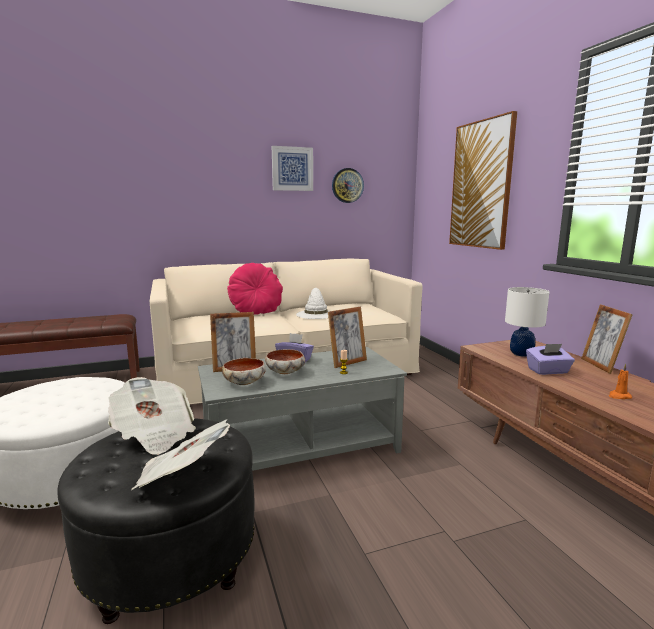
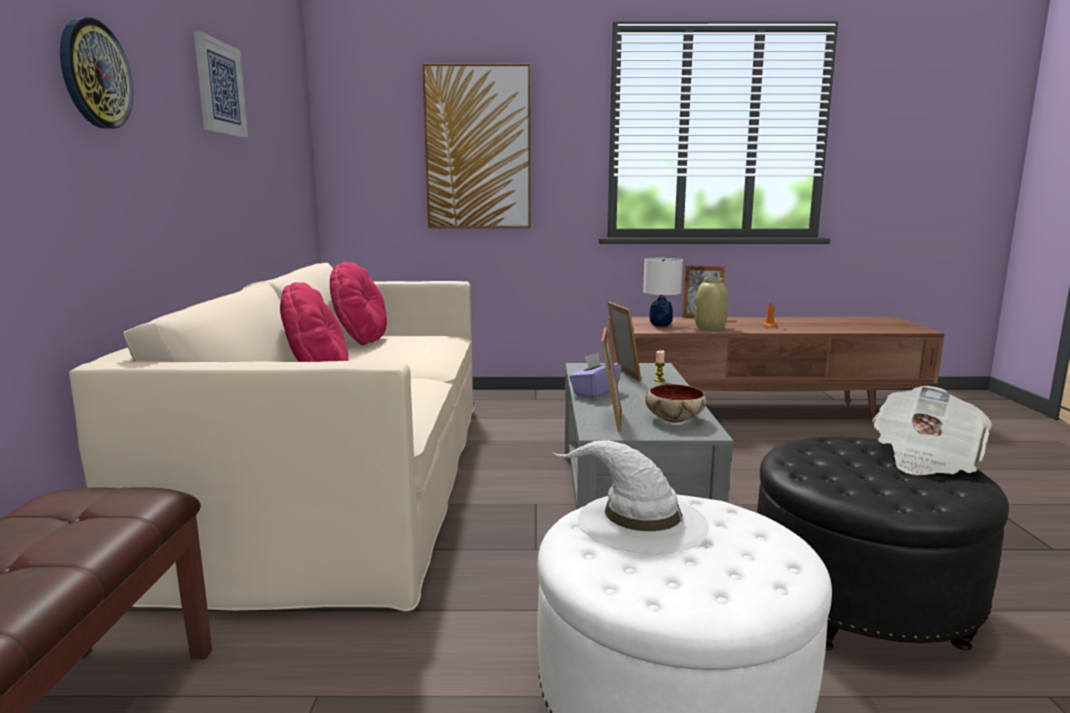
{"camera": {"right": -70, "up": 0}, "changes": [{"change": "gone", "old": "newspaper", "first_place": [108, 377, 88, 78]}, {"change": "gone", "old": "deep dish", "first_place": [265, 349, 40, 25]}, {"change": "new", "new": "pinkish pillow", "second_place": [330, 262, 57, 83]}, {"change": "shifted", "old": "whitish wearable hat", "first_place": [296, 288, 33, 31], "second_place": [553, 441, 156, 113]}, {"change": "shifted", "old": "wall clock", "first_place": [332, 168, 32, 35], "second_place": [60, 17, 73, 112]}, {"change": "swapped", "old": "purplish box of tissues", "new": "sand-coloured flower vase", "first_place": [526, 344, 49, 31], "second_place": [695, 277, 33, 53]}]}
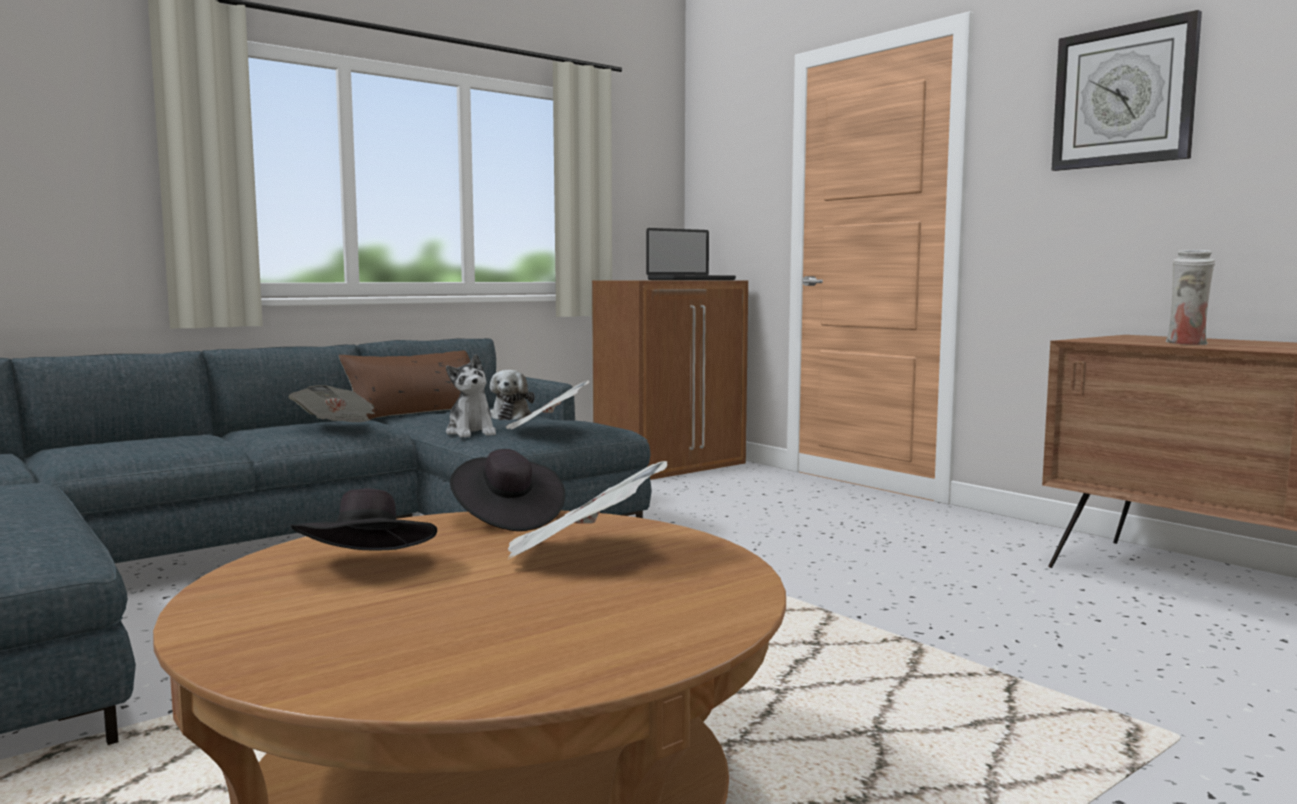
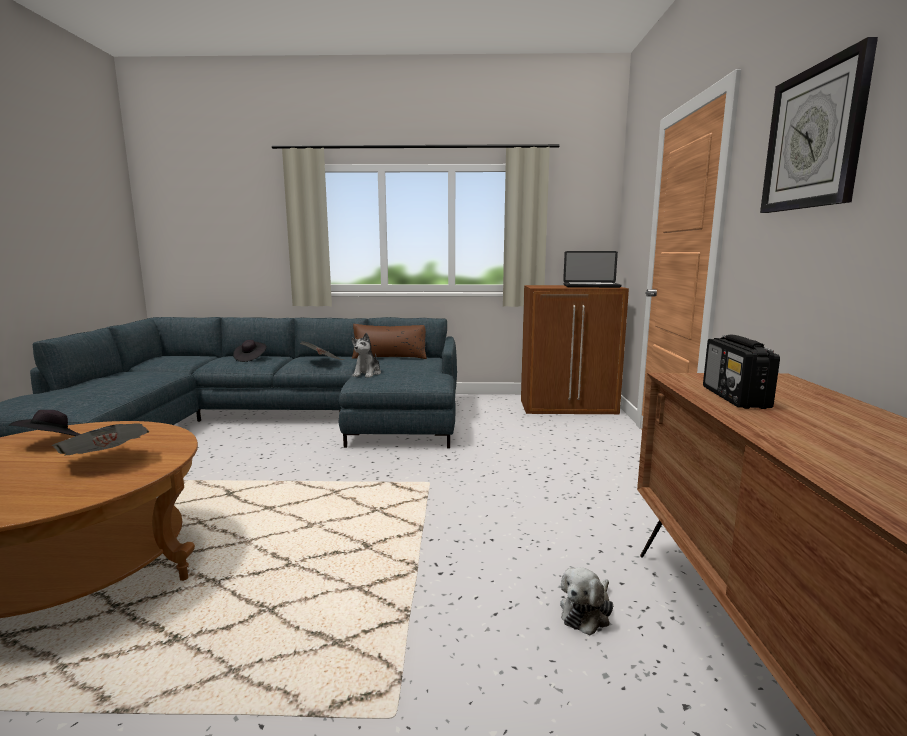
{"camera": {"right": 40, "up": 5}, "changes": [{"change": "gone", "old": "newspaper", "first_place": [506, 380, 84, 50]}, {"change": "shifted", "old": "black-coloured wearable hat", "first_place": [450, 449, 115, 82], "second_place": [233, 340, 34, 22]}, {"change": "shifted", "old": "soft toy", "first_place": [490, 370, 45, 50], "second_place": [560, 567, 53, 68]}, {"change": "swapped", "old": "whitish flower vase", "new": "radio", "first_place": [1166, 250, 49, 95], "second_place": [703, 335, 77, 74]}]}
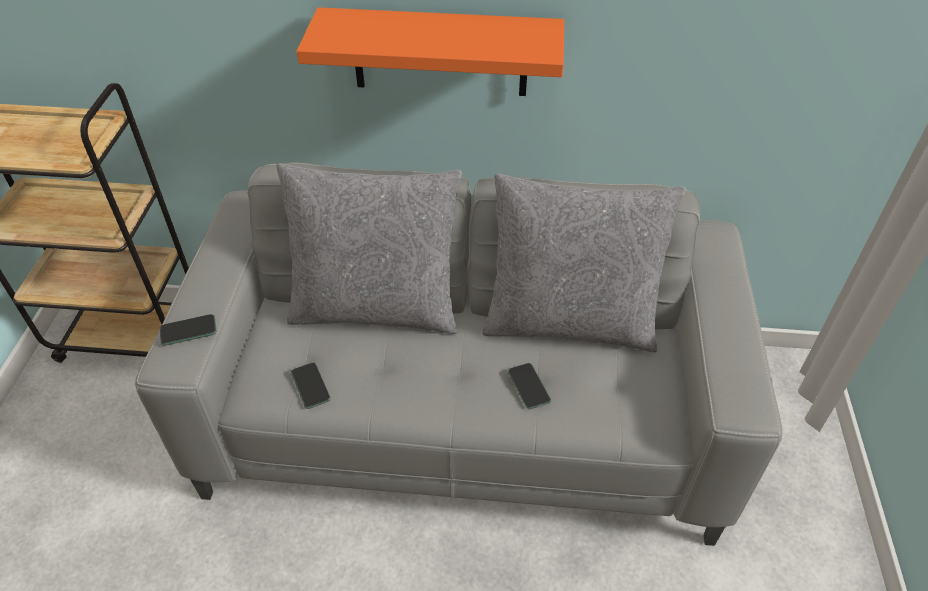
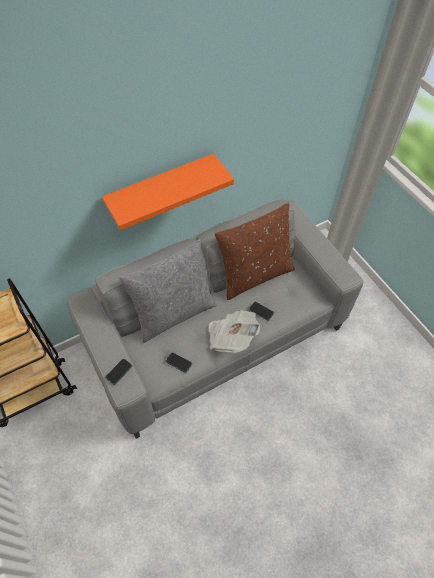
{"camera": {"right": -35, "up": 10}, "changes": [{"change": "new", "new": "newspaper", "second_place": [209, 310, 51, 43]}, {"change": "repainted", "old": "grey pillow", "new": "brown-coloured pillow", "first_place": [482, 174, 204, 178], "second_place": [215, 203, 80, 97]}]}
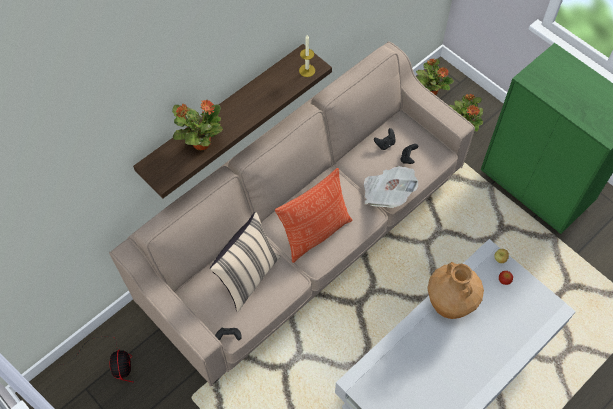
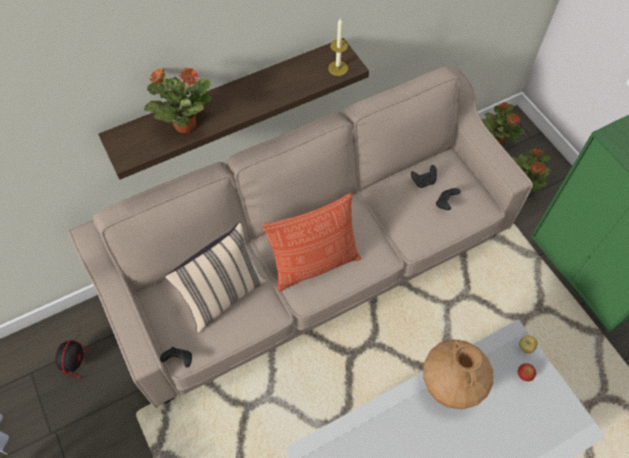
{"camera": {"right": 15, "up": 0}, "changes": [{"change": "gone", "old": "newspaper", "first_place": [364, 166, 55, 42]}]}
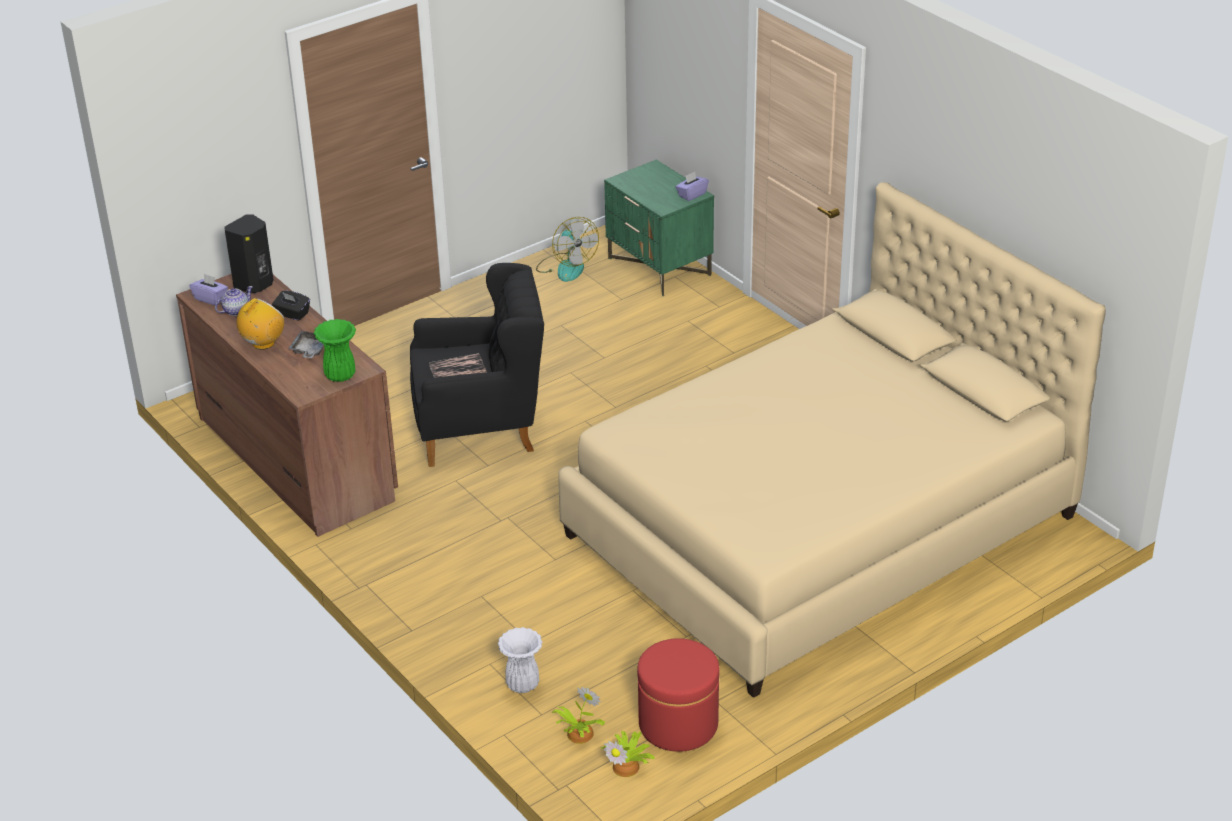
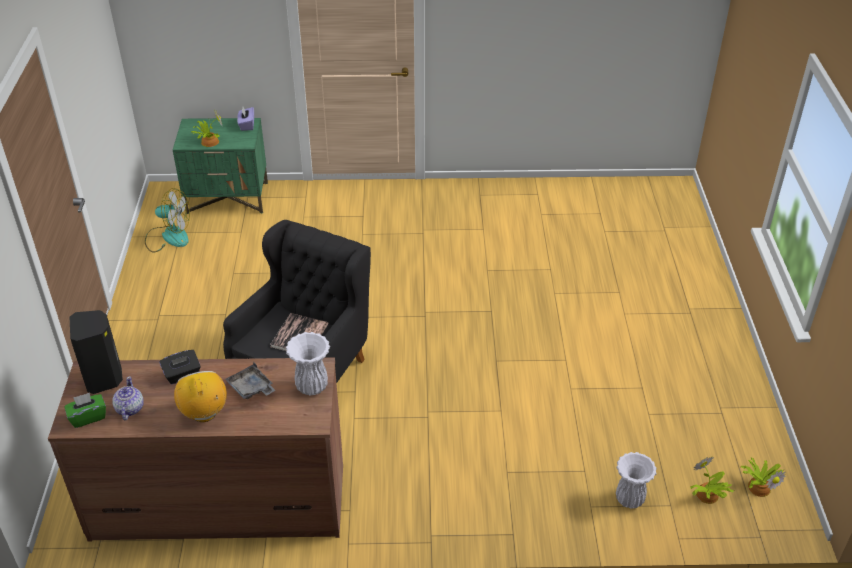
{"camera": {"right": -55, "up": 5}, "changes": [{"change": "gone", "old": "sand-coloured bedroom bed", "first_place": [559, 182, 547, 516]}, {"change": "gone", "old": "reddish footrest", "first_place": [637, 638, 83, 114]}, {"change": "new", "new": "plant in a pot", "second_place": [191, 111, 32, 36]}, {"change": "repainted", "old": "purplish box of tissues", "new": "green box of tissues", "first_place": [190, 274, 38, 31], "second_place": [64, 393, 42, 35]}, {"change": "repainted", "old": "green flower vase", "new": "whitish flower vase", "first_place": [314, 319, 42, 63], "second_place": [286, 332, 44, 63]}]}
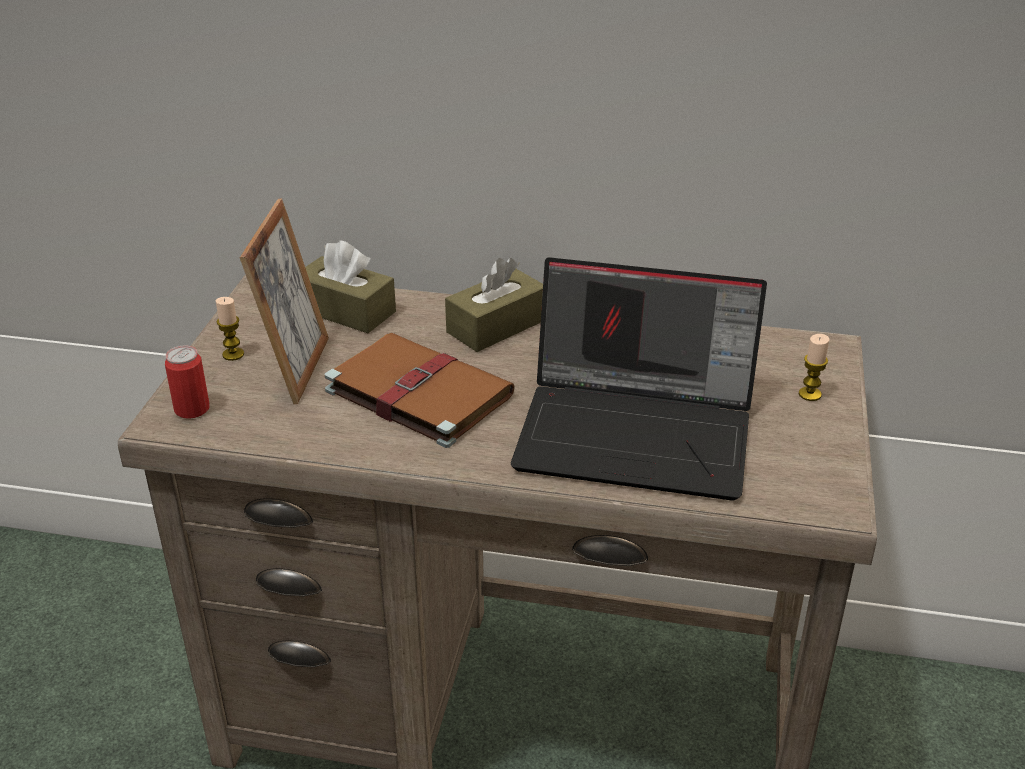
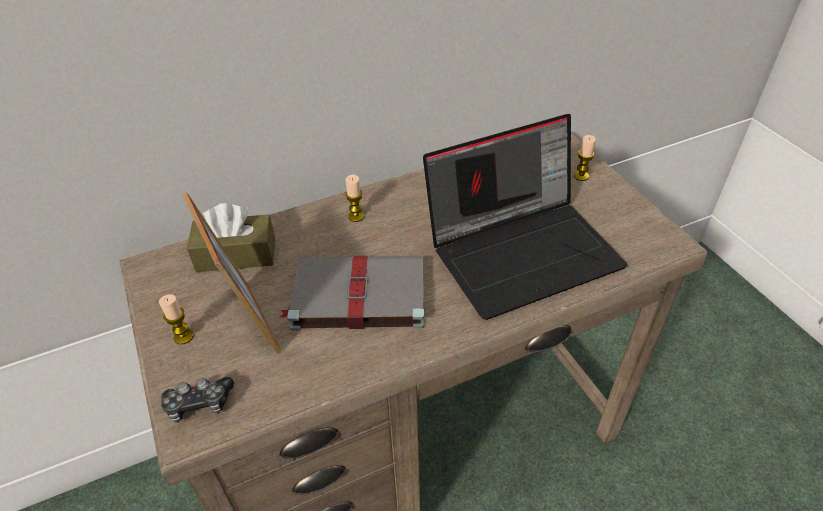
{"camera": {"right": -35, "up": 10}, "changes": [{"change": "swapped", "old": "can", "new": "joypad", "first_place": [165, 346, 45, 73], "second_place": [161, 377, 73, 46]}, {"change": "swapped", "old": "brown-coloured box of tissues", "new": "wax candle", "first_place": [445, 258, 98, 94], "second_place": [345, 175, 19, 47]}, {"change": "repainted", "old": "brown-coloured bound book", "new": "grey bound book", "first_place": [325, 333, 190, 115], "second_place": [280, 256, 144, 74]}]}
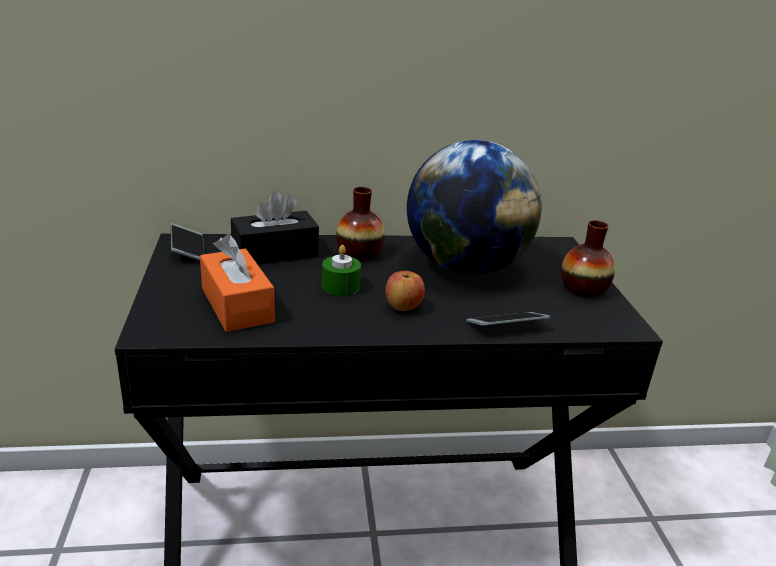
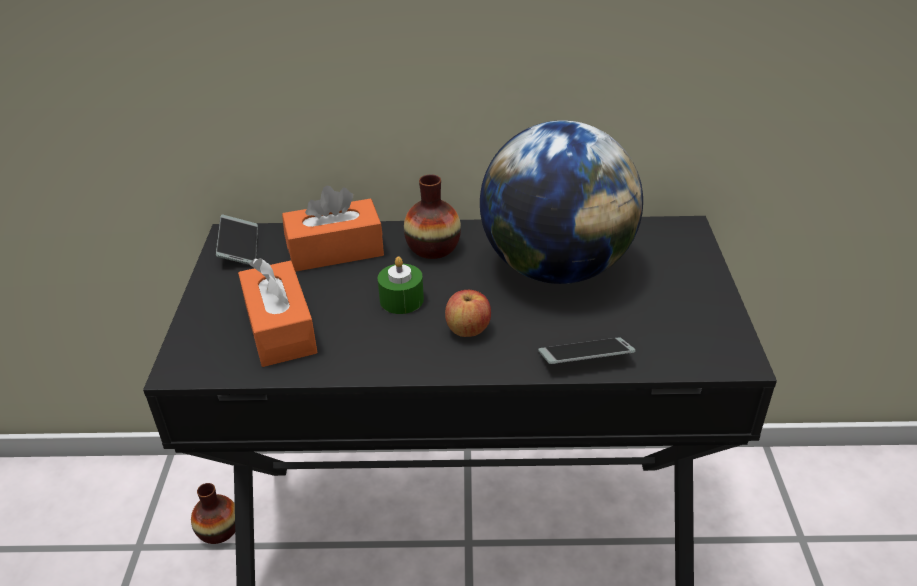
{"camera": {"right": 10, "up": 10}, "changes": [{"change": "shifted", "old": "flower vase", "first_place": [561, 220, 54, 77], "second_place": [191, 483, 44, 61]}, {"change": "repainted", "old": "black-coloured box of tissues", "new": "orangey box of tissues", "first_place": [231, 191, 88, 74], "second_place": [282, 186, 102, 86]}]}
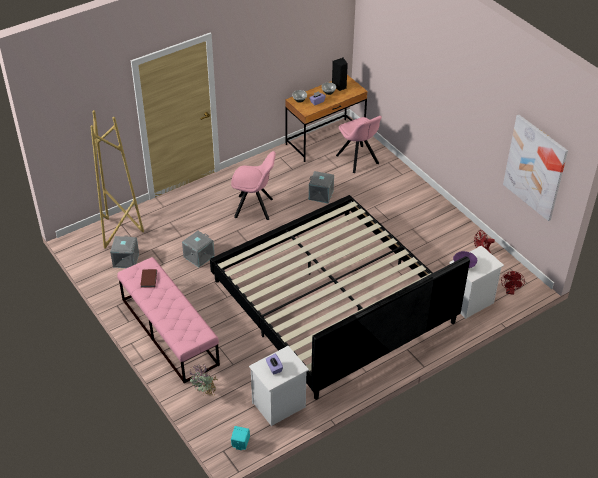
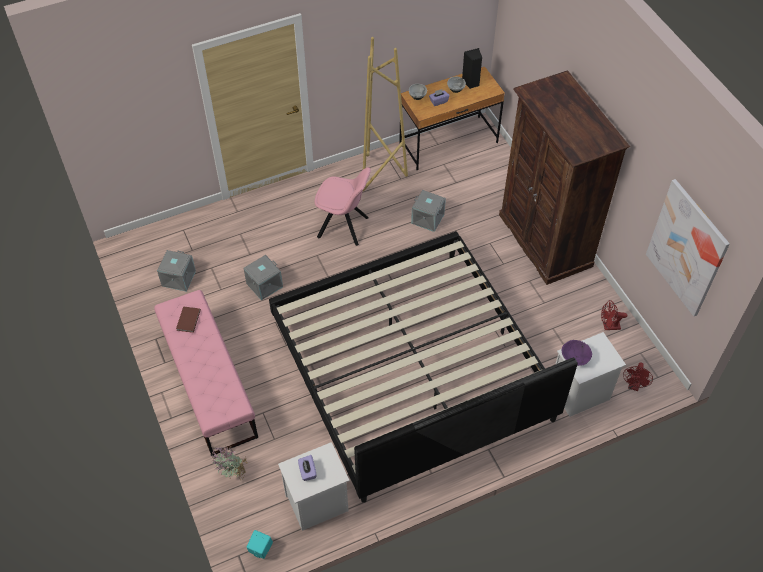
{"camera": {"right": 10, "up": 10}, "changes": [{"change": "gone", "old": "pinkish chair", "first_place": [336, 116, 46, 57]}, {"change": "new", "new": "brown-coloured wardrobe", "second_place": [499, 70, 131, 215]}, {"change": "shifted", "old": "yellow-coloured garment stand", "first_place": [91, 110, 53, 139], "second_place": [363, 37, 45, 154]}]}
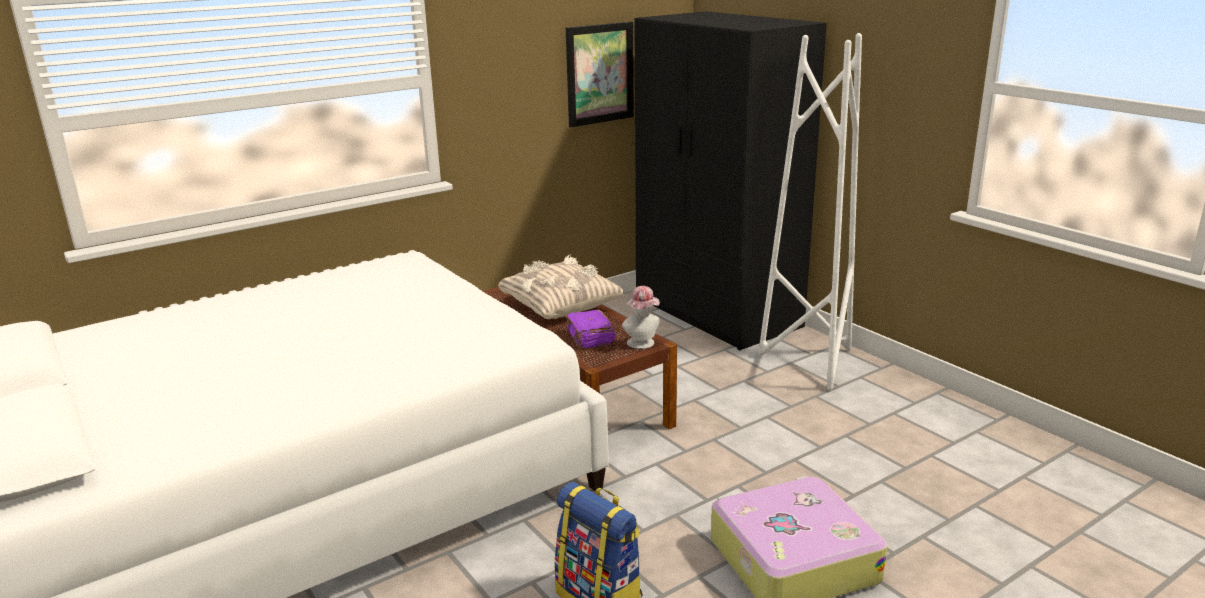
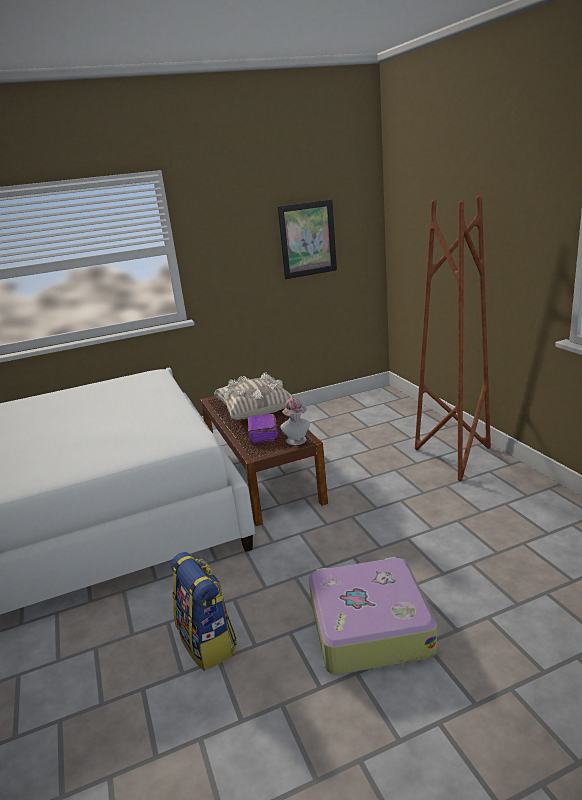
{"camera": {"right": 15, "up": 0}, "changes": [{"change": "gone", "old": "black-coloured wardrobe", "first_place": [634, 11, 193, 339]}, {"change": "repainted", "old": "whitish garment stand", "new": "brown-coloured garment stand", "first_place": [758, 33, 104, 357], "second_place": [415, 195, 76, 286]}]}
